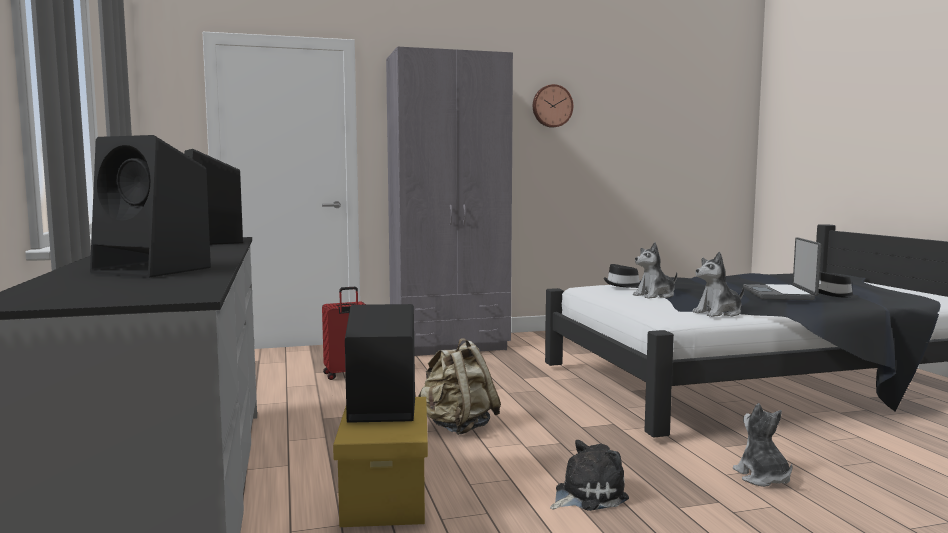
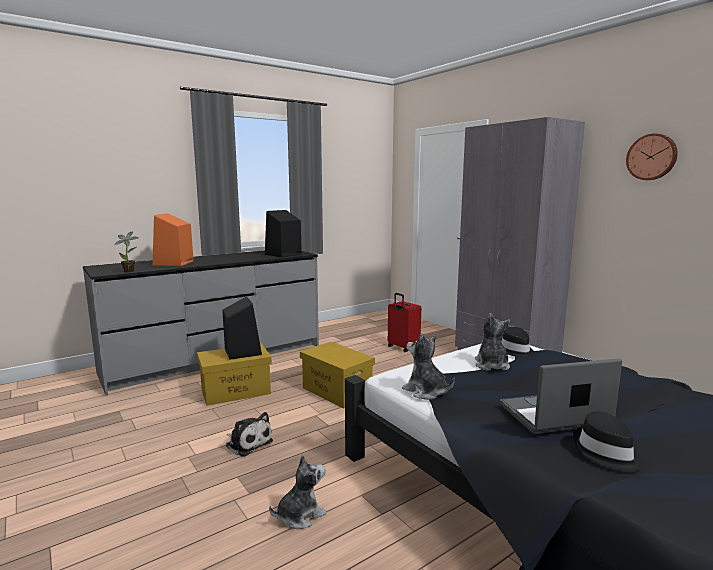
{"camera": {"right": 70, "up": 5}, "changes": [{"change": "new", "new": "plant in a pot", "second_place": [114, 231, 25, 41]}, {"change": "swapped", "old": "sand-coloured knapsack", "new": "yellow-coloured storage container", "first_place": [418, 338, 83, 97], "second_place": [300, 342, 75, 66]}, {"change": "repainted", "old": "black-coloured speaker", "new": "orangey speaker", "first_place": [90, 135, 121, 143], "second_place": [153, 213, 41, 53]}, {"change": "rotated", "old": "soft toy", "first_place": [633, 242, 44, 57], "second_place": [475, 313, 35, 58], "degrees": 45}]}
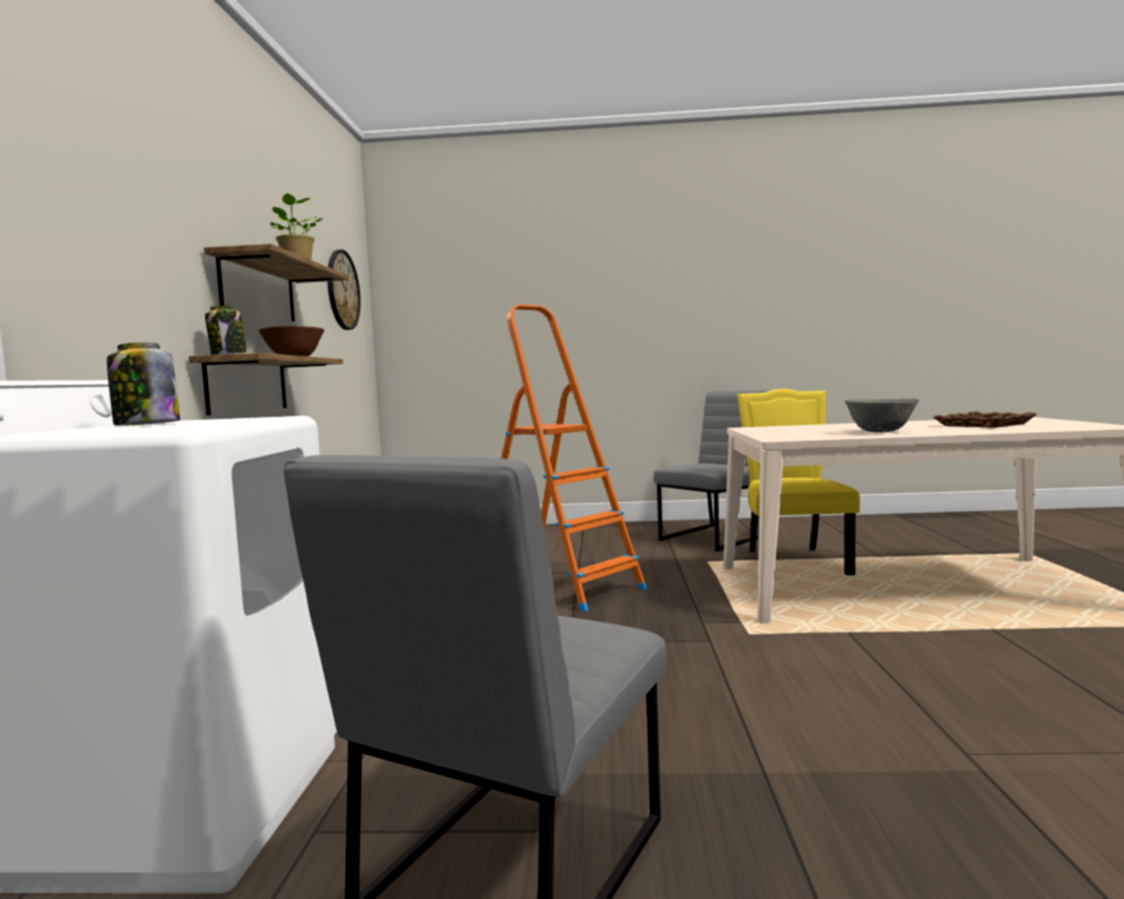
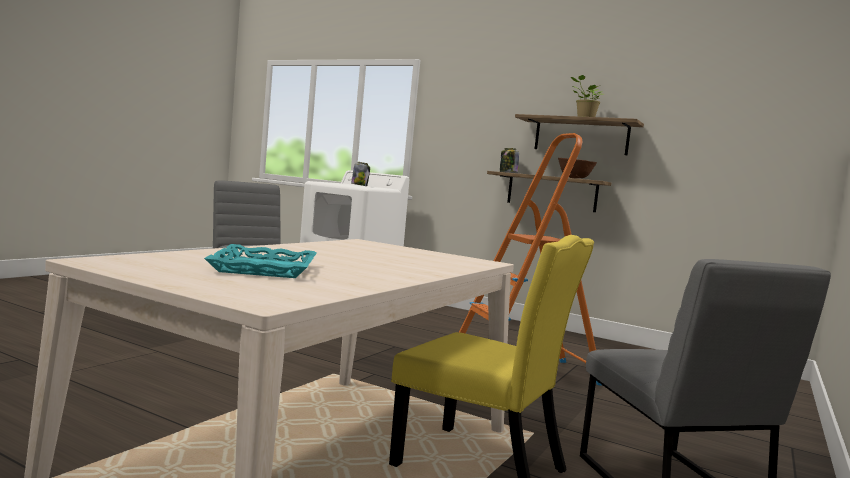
{"camera": {"right": 115, "up": 0}, "changes": [{"change": "gone", "old": "wall clock", "first_place": [327, 250, 34, 80]}, {"change": "gone", "old": "grey deep dish", "first_place": [845, 398, 74, 34]}, {"change": "repainted", "old": "brown-coloured serving tray", "new": "blue-green serving tray", "first_place": [934, 412, 103, 16], "second_place": [204, 244, 113, 34]}]}
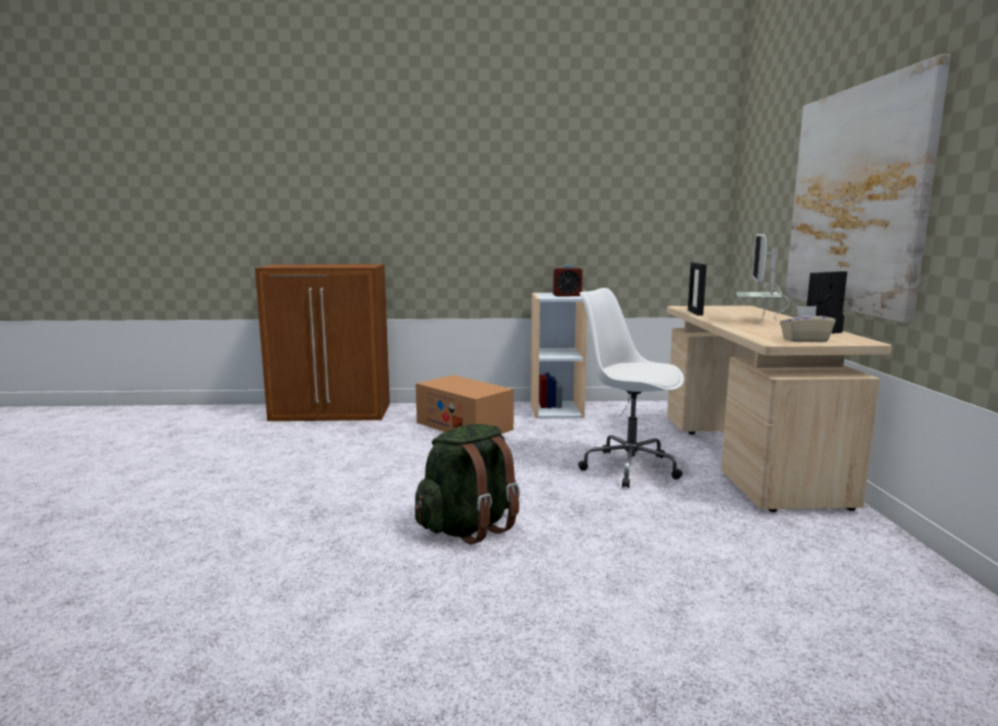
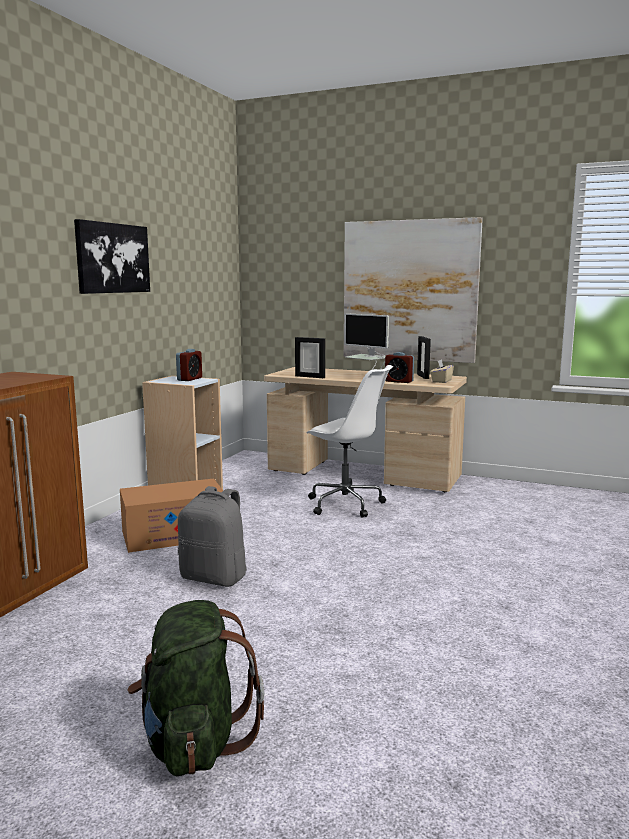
{"camera": {"right": -65, "up": 0}, "changes": [{"change": "new", "new": "wall art", "second_place": [74, 219, 76, 75]}, {"change": "new", "new": "grey knapsack", "second_place": [178, 486, 69, 101]}, {"change": "new", "new": "alarm clock", "second_place": [385, 352, 29, 31]}, {"change": "shifted", "old": "green knapsack", "first_place": [415, 424, 105, 121], "second_place": [128, 600, 136, 176]}, {"change": "rotated", "old": "whitish office chair", "first_place": [578, 288, 106, 200], "second_place": [307, 365, 86, 153], "degrees": -120}]}
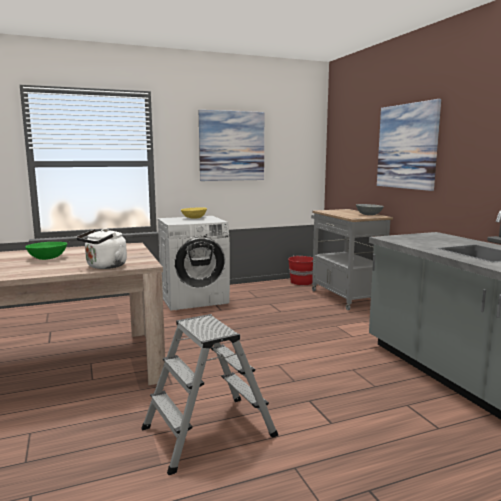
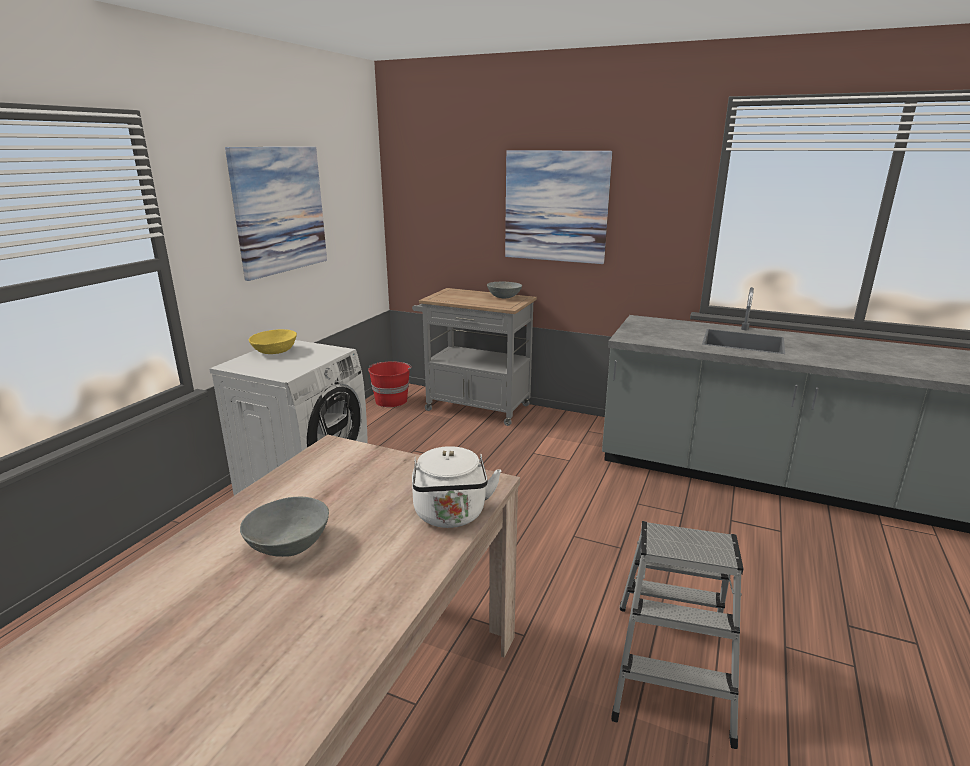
{"camera": {"right": -45, "up": 10}, "changes": [{"change": "repainted", "old": "green deep dish", "new": "grey deep dish", "first_place": [25, 242, 42, 18], "second_place": [240, 497, 89, 60]}]}
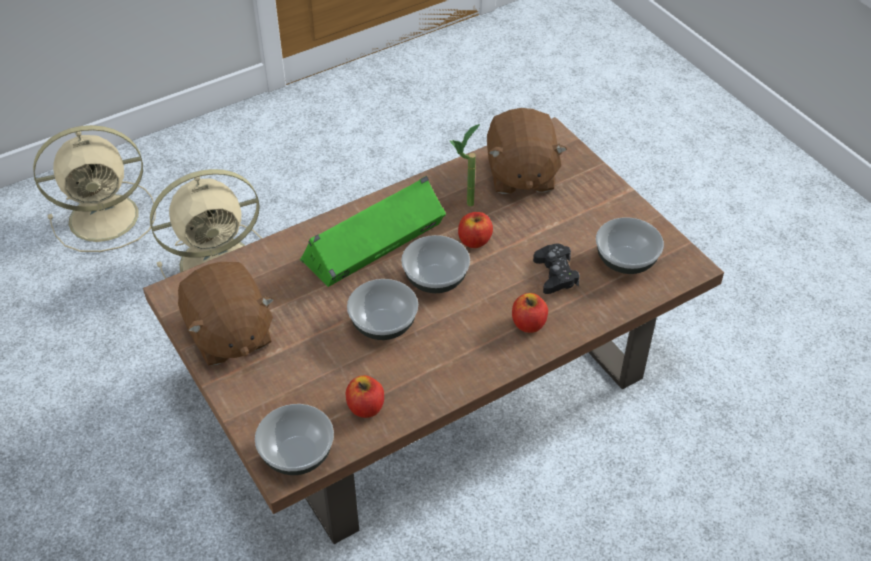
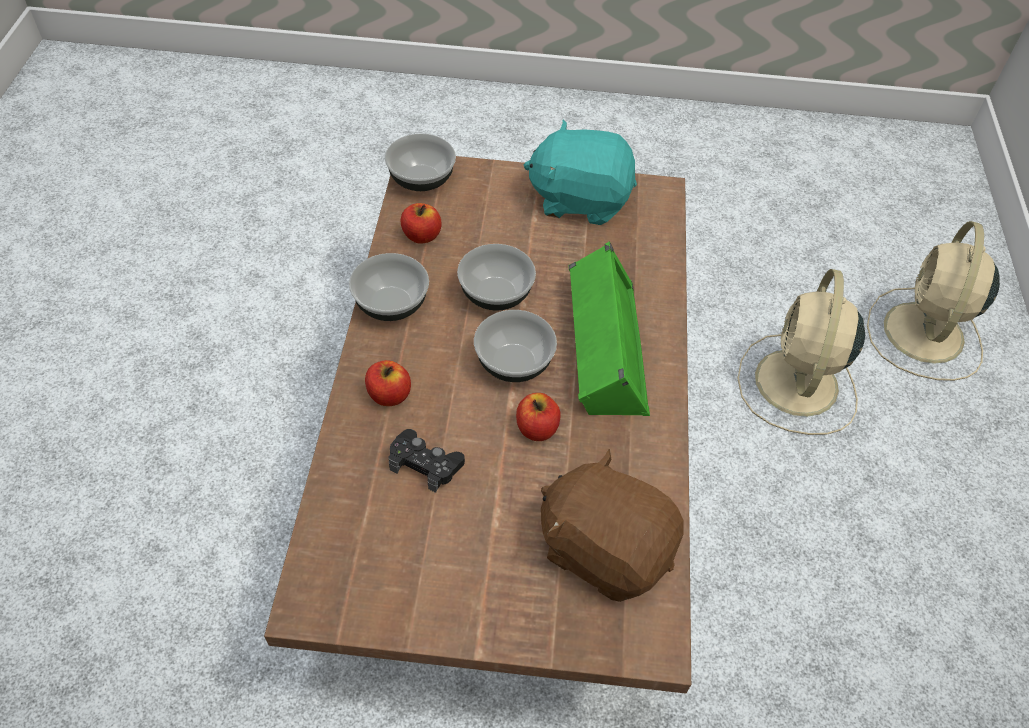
{"camera": {"right": 125, "up": 5}, "changes": [{"change": "gone", "old": "plant in a pot", "first_place": [449, 124, 31, 82]}, {"change": "shifted", "old": "deep dish", "first_place": [596, 217, 68, 57], "second_place": [349, 253, 80, 68]}, {"change": "repainted", "old": "brown-coloured soft toy", "new": "blue-green soft toy", "first_place": [178, 262, 96, 104], "second_place": [524, 119, 113, 106]}]}
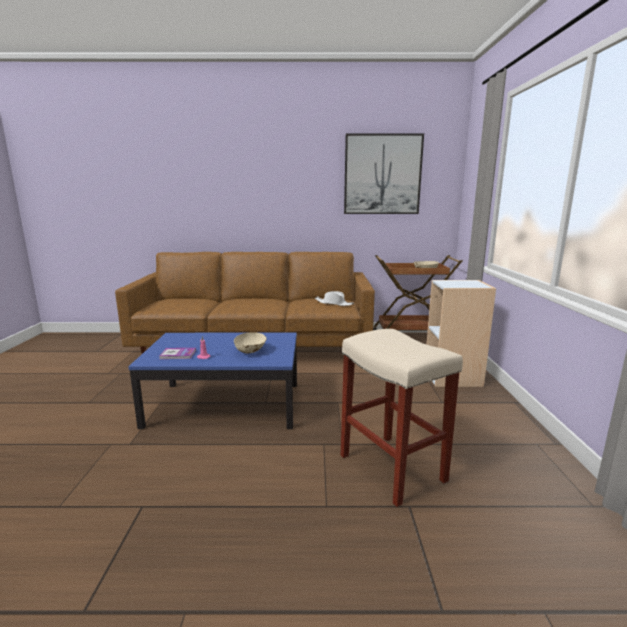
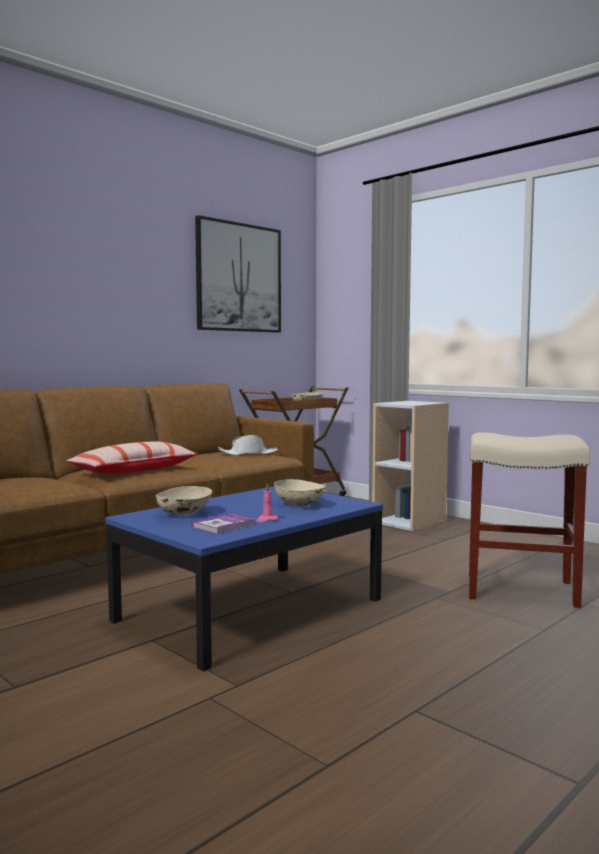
{"camera": {"right": -45, "up": -10}, "changes": [{"change": "new", "new": "pillow", "second_place": [67, 441, 131, 33]}, {"change": "new", "new": "sand-coloured deep dish", "second_place": [156, 486, 56, 29]}]}
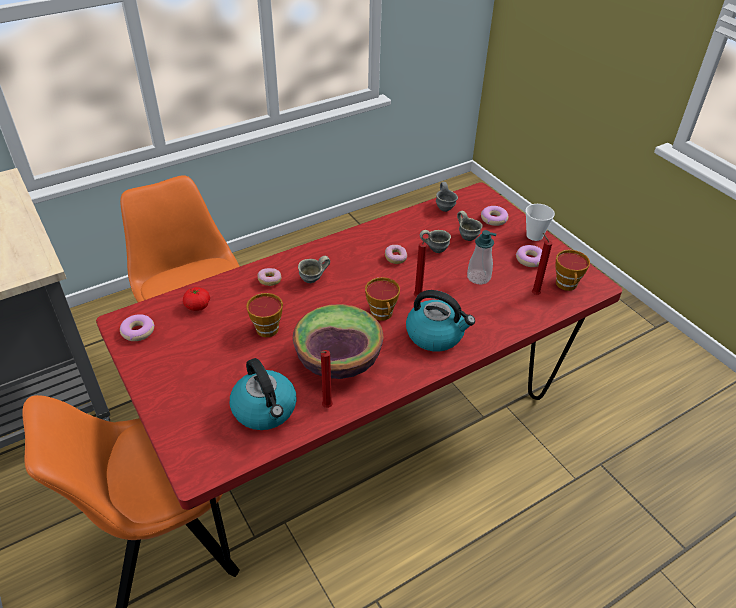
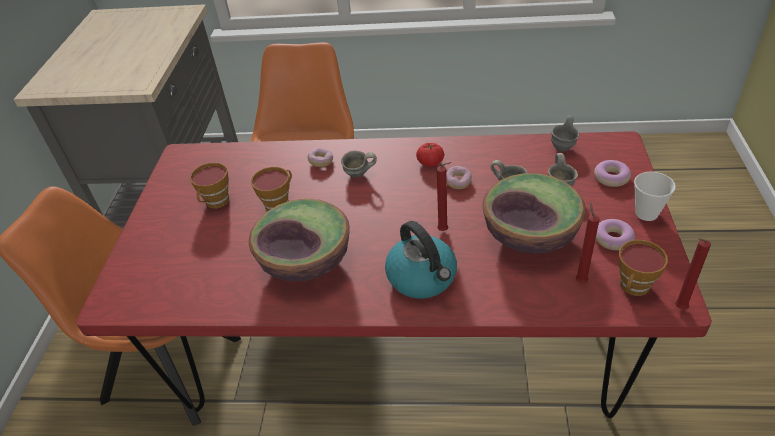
{"camera": {"right": 40, "up": 0}, "changes": [{"change": "gone", "old": "ring doughnut", "first_place": [120, 314, 35, 27]}, {"change": "gone", "old": "tea kettle", "first_place": [230, 358, 67, 72]}, {"change": "shifted", "old": "tomato", "first_place": [183, 287, 27, 24], "second_place": [416, 143, 28, 24]}, {"change": "shifted", "old": "reddish wax candle", "first_place": [319, 350, 14, 58], "second_place": [675, 238, 36, 71]}, {"change": "shifted", "old": "drinking cup", "first_place": [365, 277, 35, 44], "second_place": [190, 163, 39, 46]}, {"change": "swapped", "old": "liquid soap bottle", "new": "deep dish", "first_place": [467, 230, 30, 54], "second_place": [482, 173, 104, 81]}]}
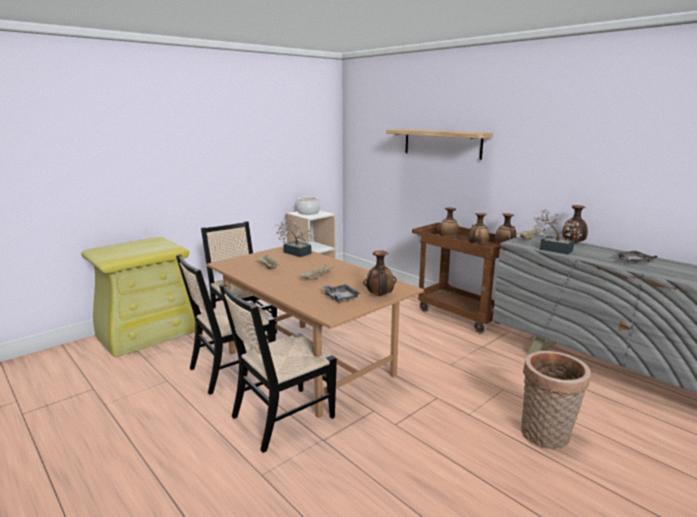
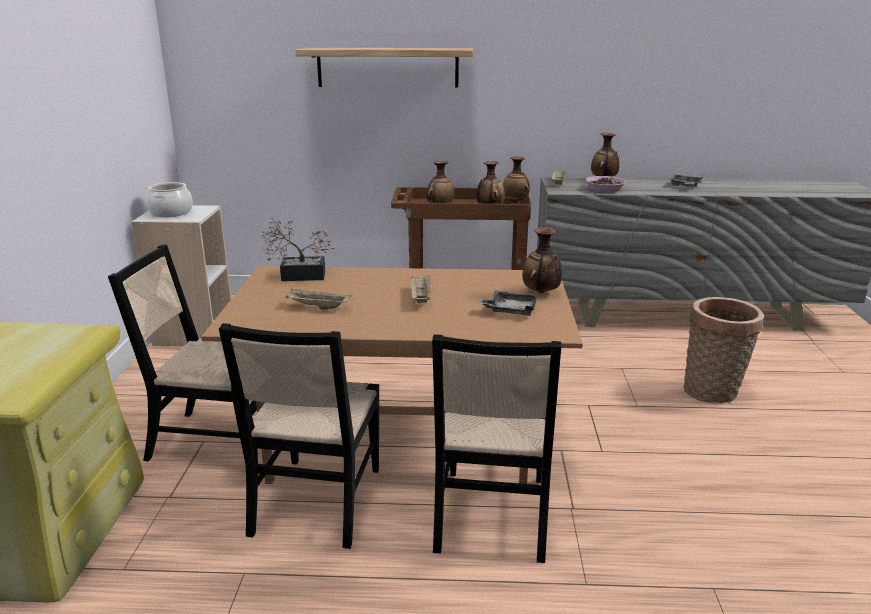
{"camera": {"right": -45, "up": 5}, "changes": [{"change": "swapped", "old": "plant in a pot", "new": "deep dish", "first_place": [534, 209, 48, 46], "second_place": [585, 176, 41, 17]}]}
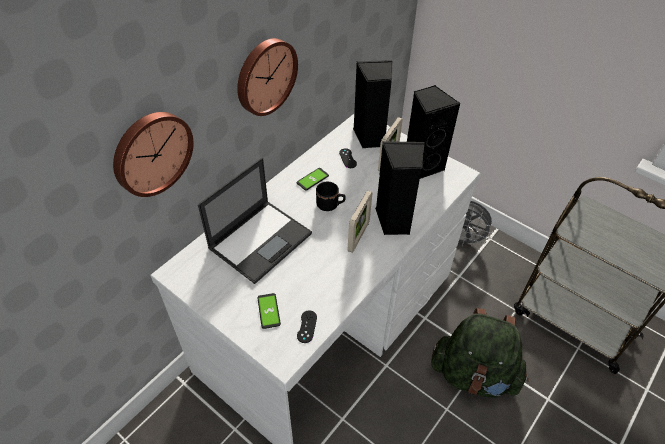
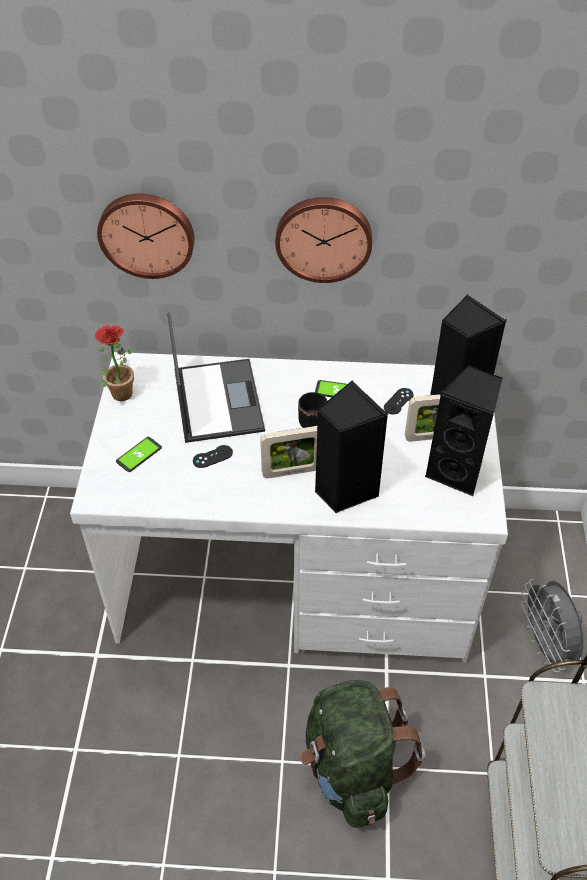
{"camera": {"right": 55, "up": 0}, "changes": [{"change": "new", "new": "plant in a pot", "second_place": [95, 325, 39, 76]}, {"change": "shifted", "old": "black-coloured joypad", "first_place": [297, 310, 20, 33], "second_place": [193, 445, 40, 23]}, {"change": "rotated", "old": "notebook computer", "first_place": [198, 158, 114, 126], "second_place": [168, 312, 97, 131], "degrees": -105}]}
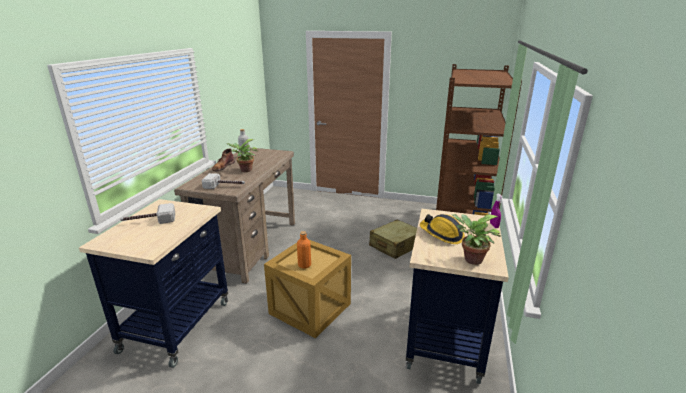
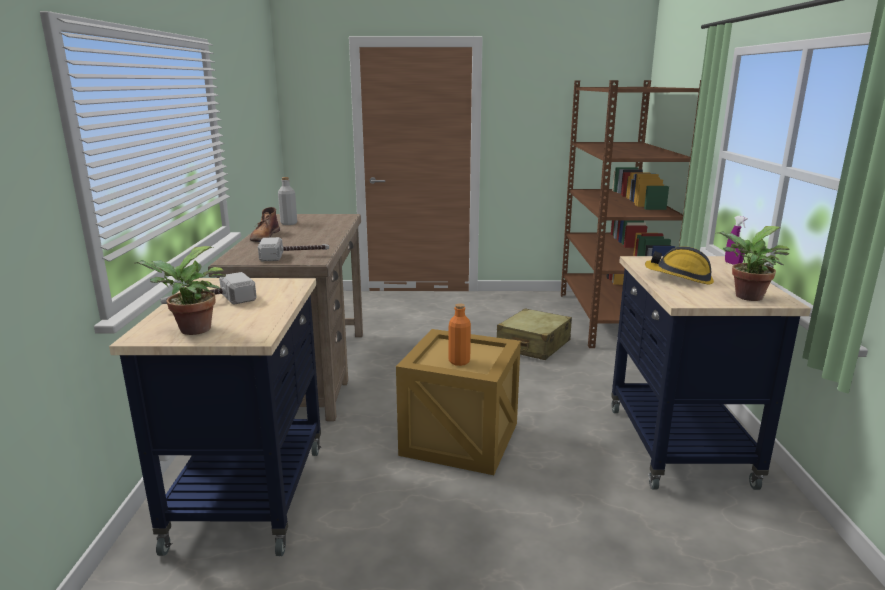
{"camera": {"right": -15, "up": -5}, "changes": [{"change": "shifted", "old": "plant in a pot", "first_place": [227, 139, 31, 33], "second_place": [134, 246, 92, 89]}]}
